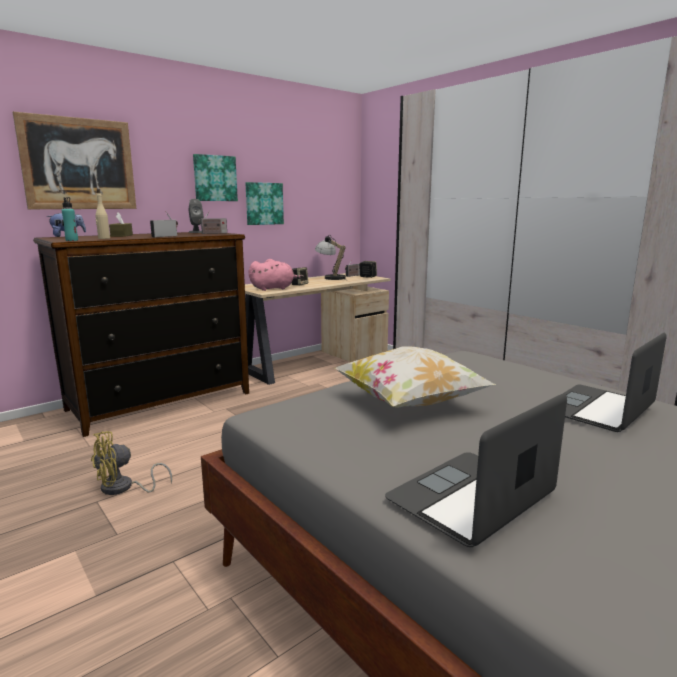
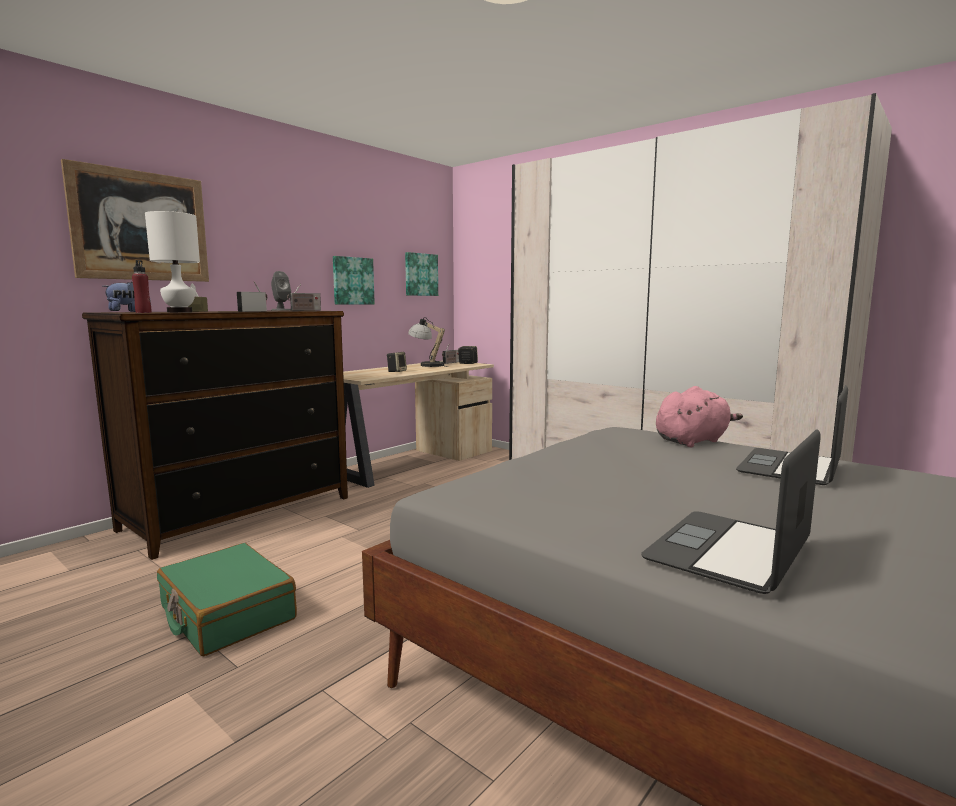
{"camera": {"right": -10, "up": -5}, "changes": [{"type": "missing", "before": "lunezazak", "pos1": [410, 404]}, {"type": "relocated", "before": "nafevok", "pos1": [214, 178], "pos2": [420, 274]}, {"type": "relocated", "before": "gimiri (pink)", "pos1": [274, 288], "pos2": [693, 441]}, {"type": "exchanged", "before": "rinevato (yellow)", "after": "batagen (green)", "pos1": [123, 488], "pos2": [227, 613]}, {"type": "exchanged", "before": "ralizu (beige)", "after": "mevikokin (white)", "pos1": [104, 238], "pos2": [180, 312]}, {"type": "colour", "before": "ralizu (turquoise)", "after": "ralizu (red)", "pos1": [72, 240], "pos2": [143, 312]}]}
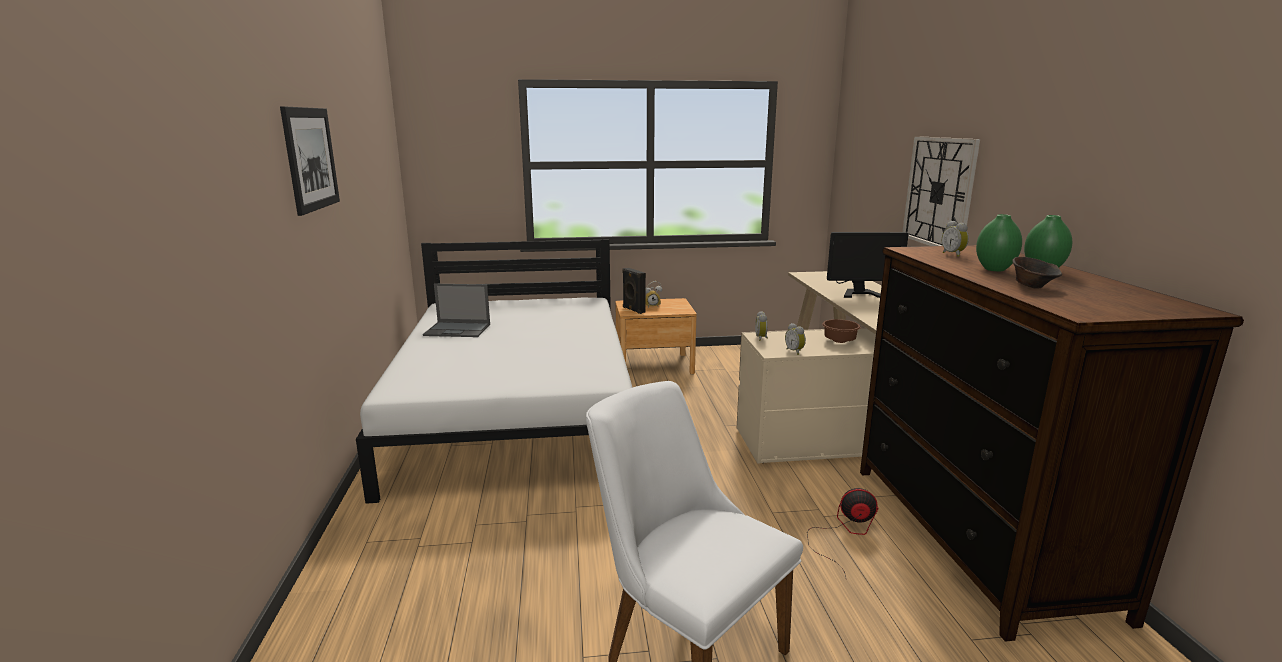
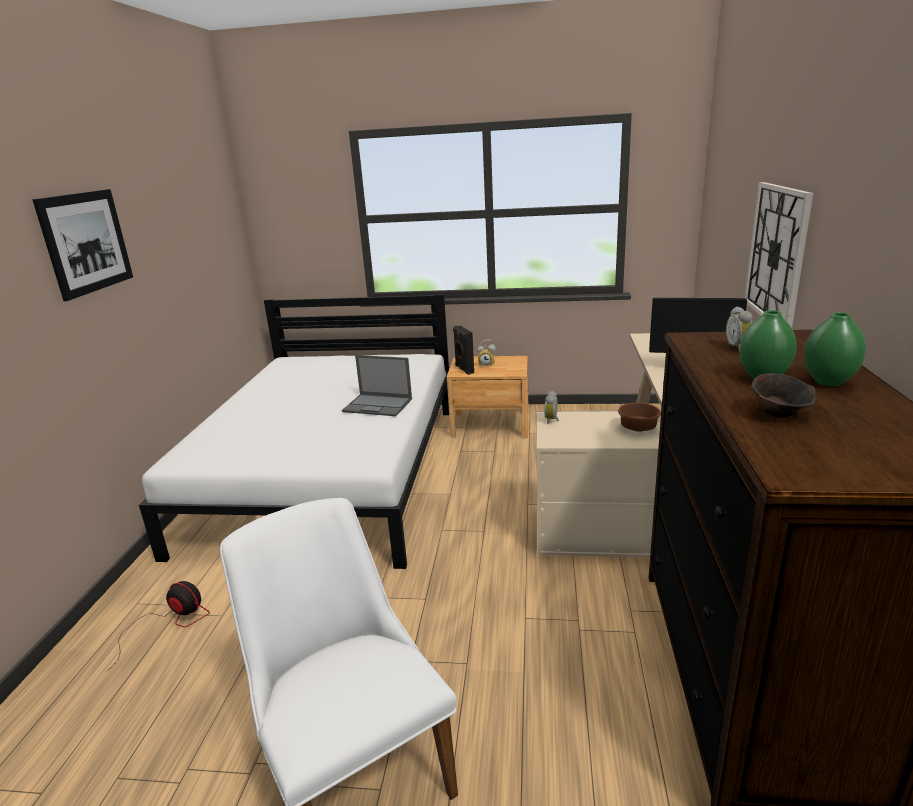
{"camera": {"right": 15, "up": 5}, "changes": [{"type": "missing", "before": "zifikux", "pos1": [795, 351]}, {"type": "relocated", "before": "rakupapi", "pos1": [458, 330], "pos2": [378, 405]}, {"type": "relocated", "before": "rinevato", "pos1": [844, 533], "pos2": [169, 624]}]}
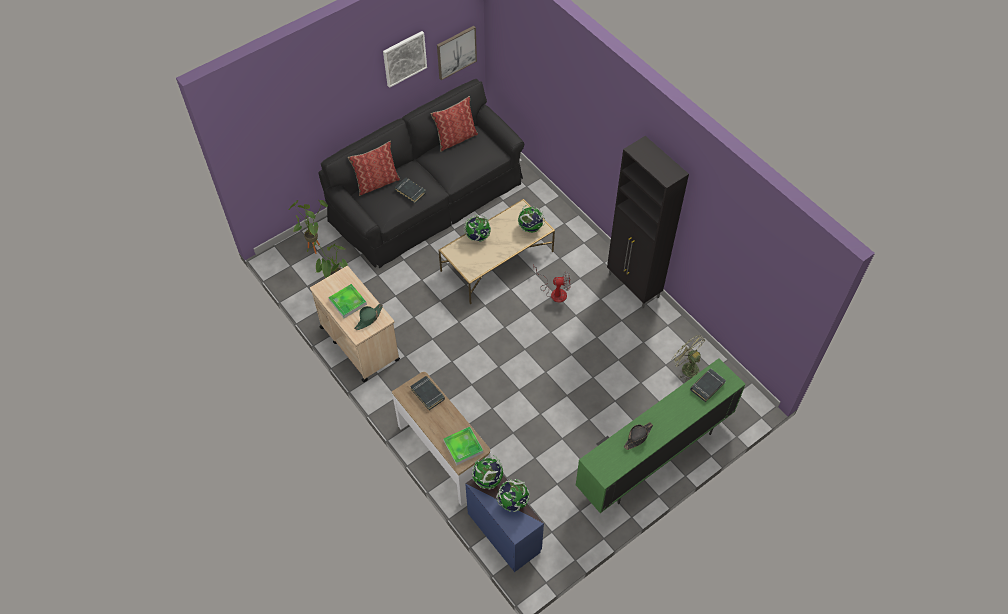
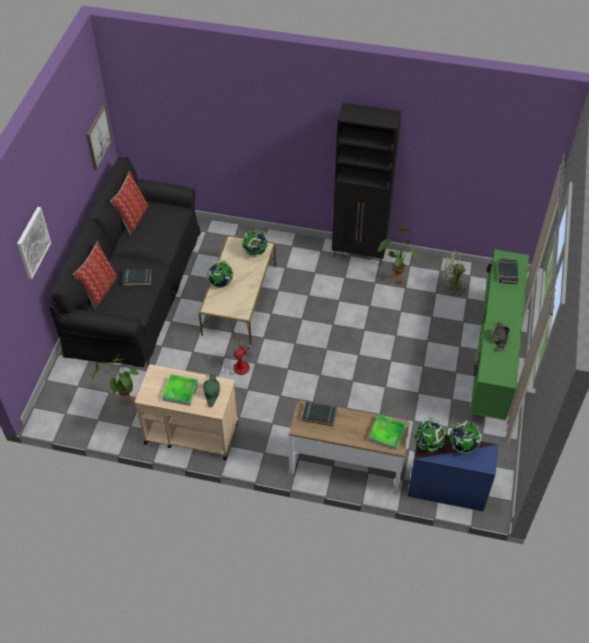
{"camera": {"right": -40, "up": -5}, "changes": [{"type": "relocated", "before": "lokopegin", "pos1": [314, 246], "pos2": [394, 279]}, {"type": "relocated", "before": "nafevok", "pos1": [404, 58], "pos2": [32, 242]}, {"type": "relocated", "before": "rinevato", "pos1": [554, 292], "pos2": [235, 367]}]}
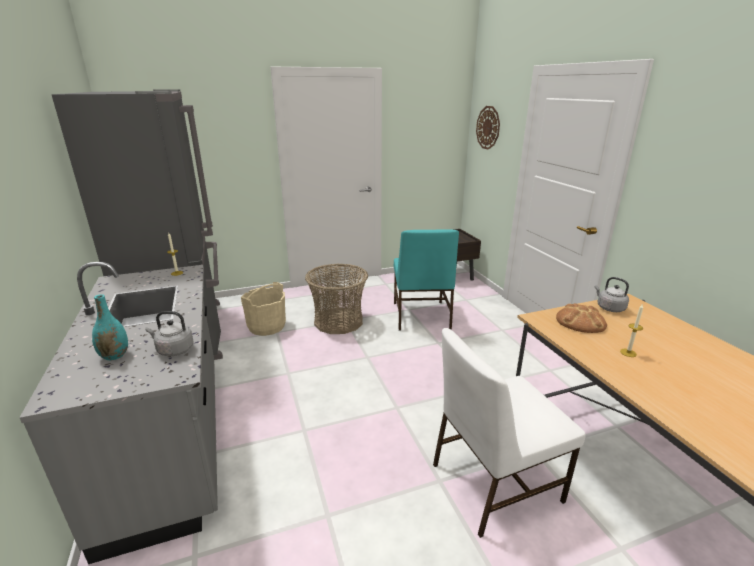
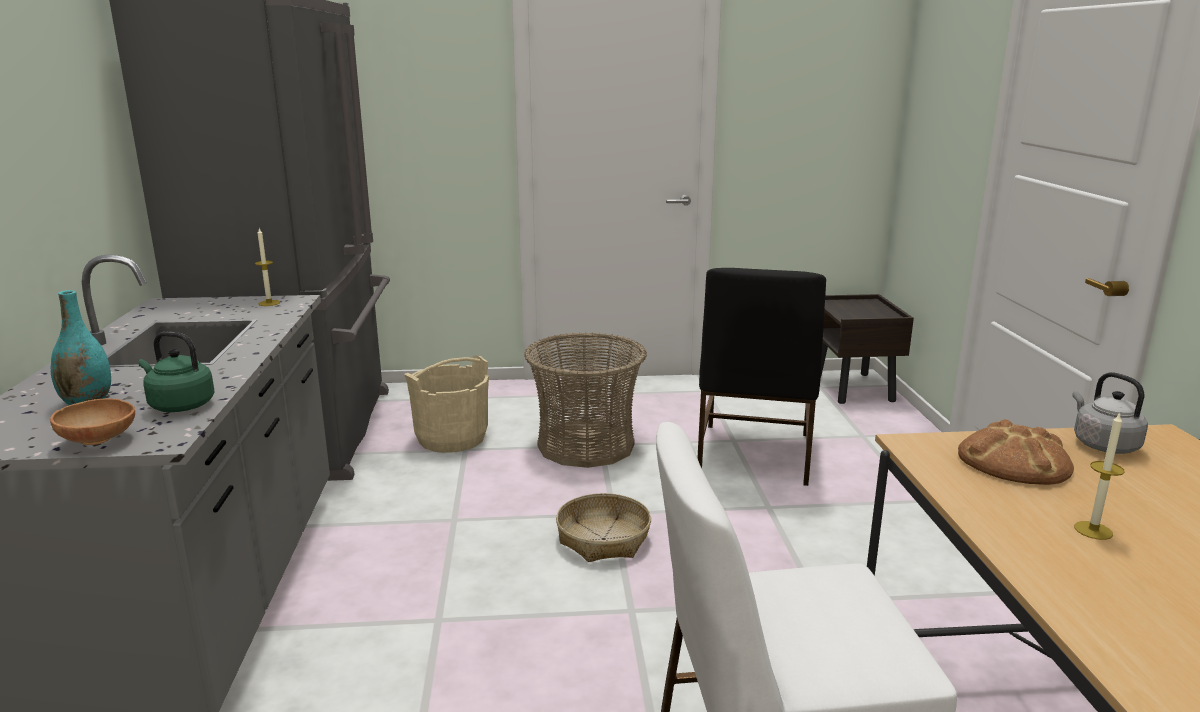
{"camera": {"right": 15, "up": -5}, "changes": [{"type": "missing", "before": "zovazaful", "pos1": [488, 127]}, {"type": "appeared", "after": "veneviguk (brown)", "pos2": [100, 441]}, {"type": "appeared", "after": "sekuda", "pos2": [603, 539]}, {"type": "colour", "before": "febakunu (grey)", "after": "febakunu (green)", "pos1": [173, 350], "pos2": [179, 405]}, {"type": "colour", "before": "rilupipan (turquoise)", "after": "rilupipan (black)", "pos1": [420, 316], "pos2": [753, 454]}]}
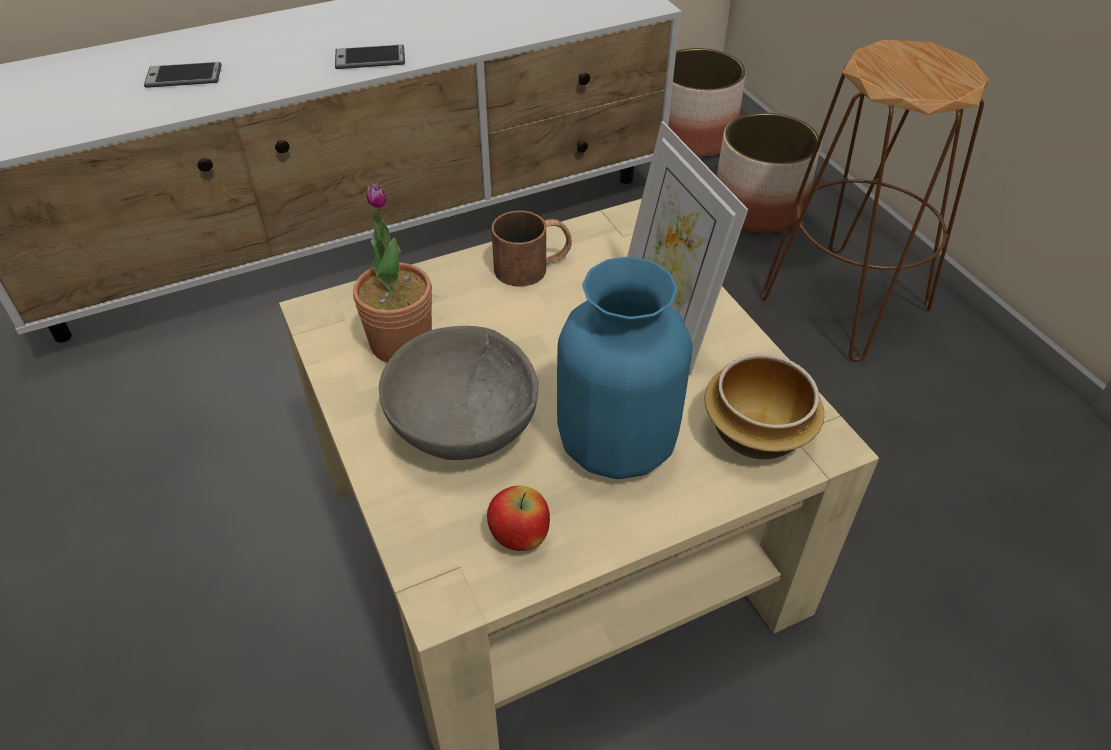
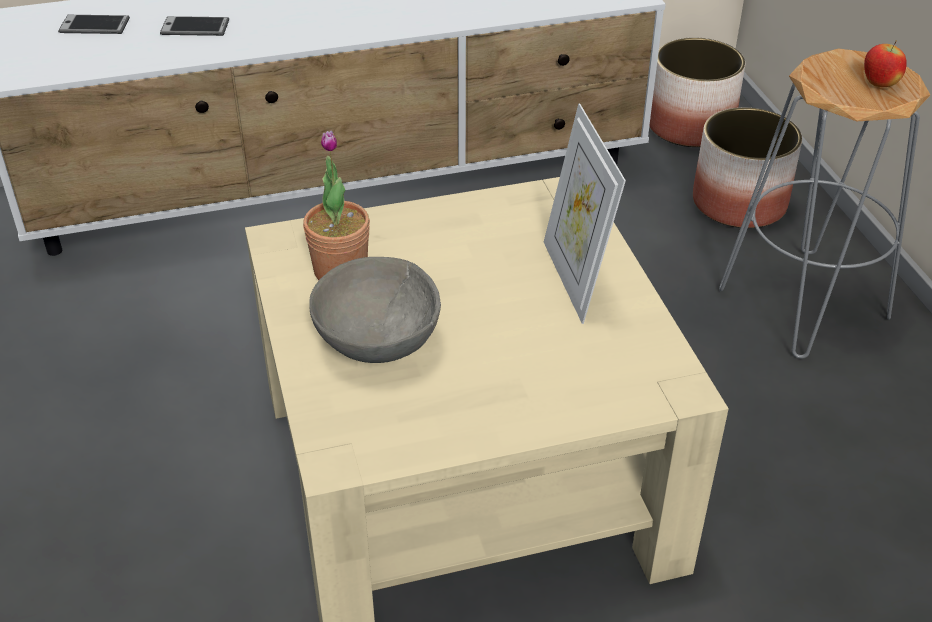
{"camera": {"right": 10, "up": -5}, "changes": [{"type": "missing", "before": "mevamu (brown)", "pos1": [533, 266]}, {"type": "missing", "before": "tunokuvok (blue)", "pos1": [617, 443]}, {"type": "missing", "before": "veneviguk", "pos1": [755, 432]}, {"type": "relocated", "before": "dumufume", "pos1": [370, 58], "pos2": [94, 26]}, {"type": "relocated", "before": "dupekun", "pos1": [519, 538], "pos2": [879, 84]}, {"type": "colour", "before": "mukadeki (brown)", "after": "mukadeki (grey)", "pos1": [846, 303], "pos2": [804, 304]}]}
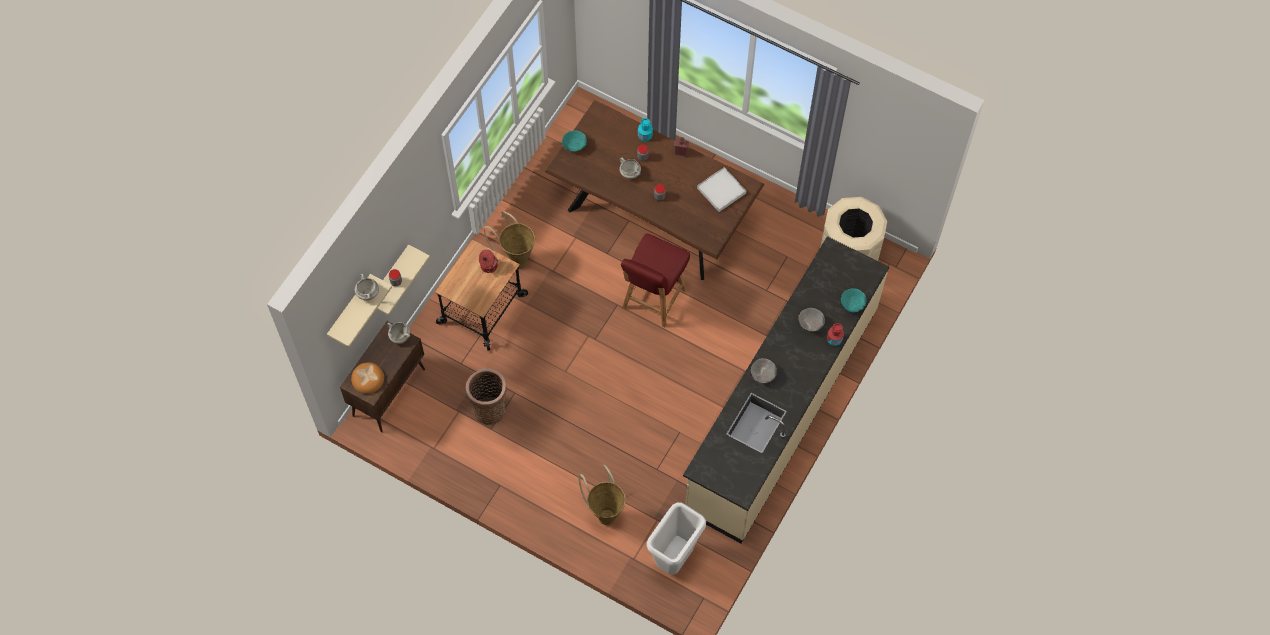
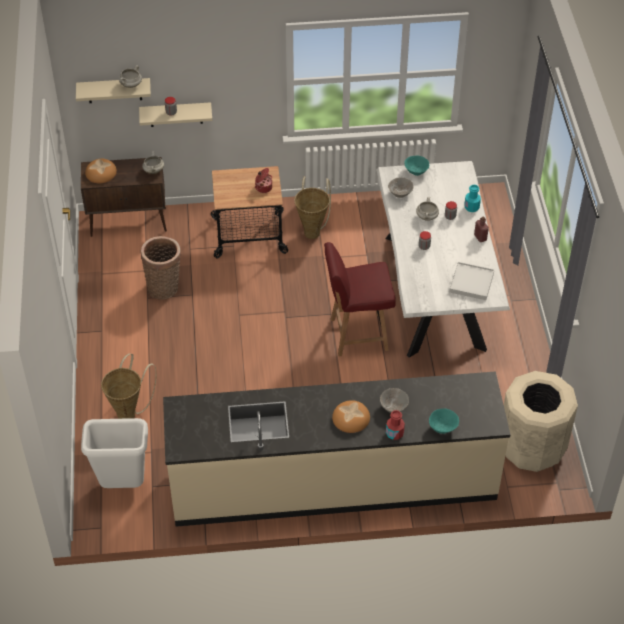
{"camera": {"right": 55, "up": -15}, "changes": [{"type": "appeared", "after": "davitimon", "pos2": [351, 418]}, {"type": "relocated", "before": "veneviguk (grey)", "pos1": [762, 375], "pos2": [400, 194]}, {"type": "colour", "before": "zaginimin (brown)", "after": "zaginimin (white)", "pos1": [653, 217], "pos2": [434, 292]}]}
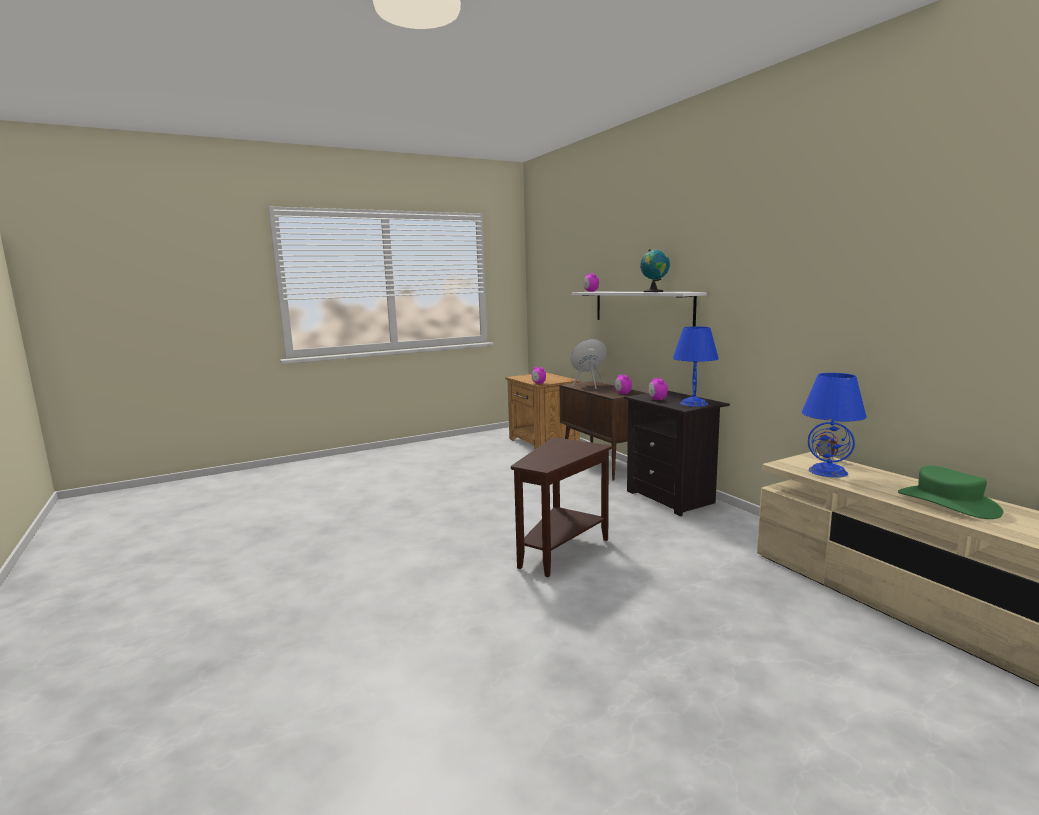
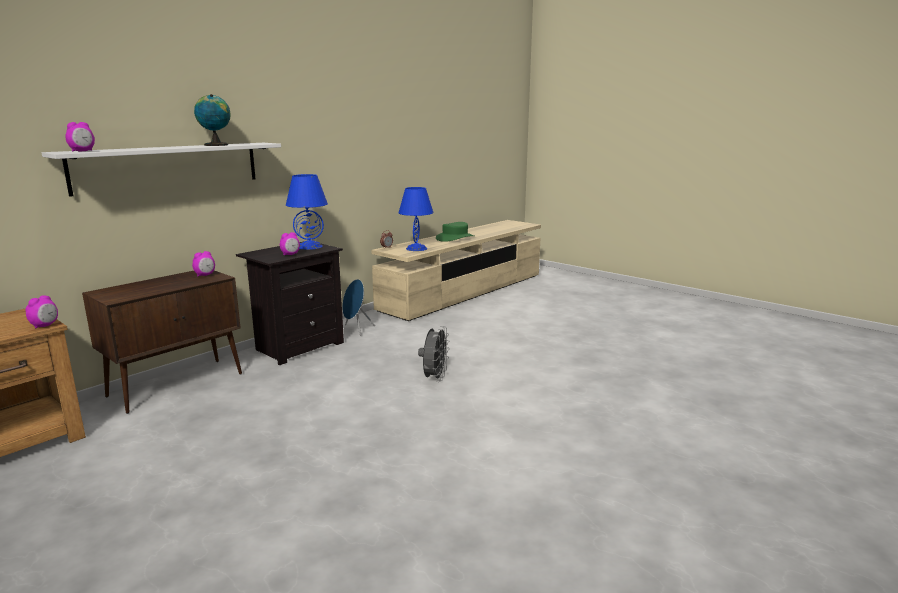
{"camera": {"right": -110, "up": 5}, "changes": [{"type": "relocated", "before": "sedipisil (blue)", "pos1": [589, 386], "pos2": [356, 329]}, {"type": "exchanged", "before": "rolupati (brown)", "after": "rinevato (grey)", "pos1": [561, 549], "pos2": [434, 378]}]}
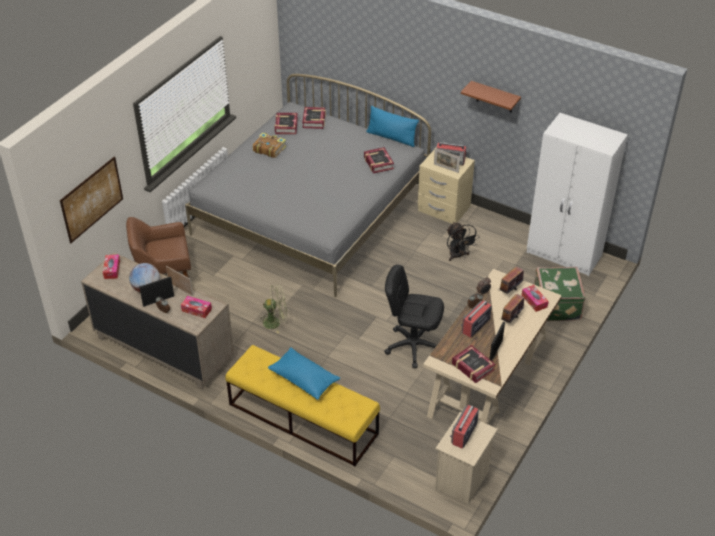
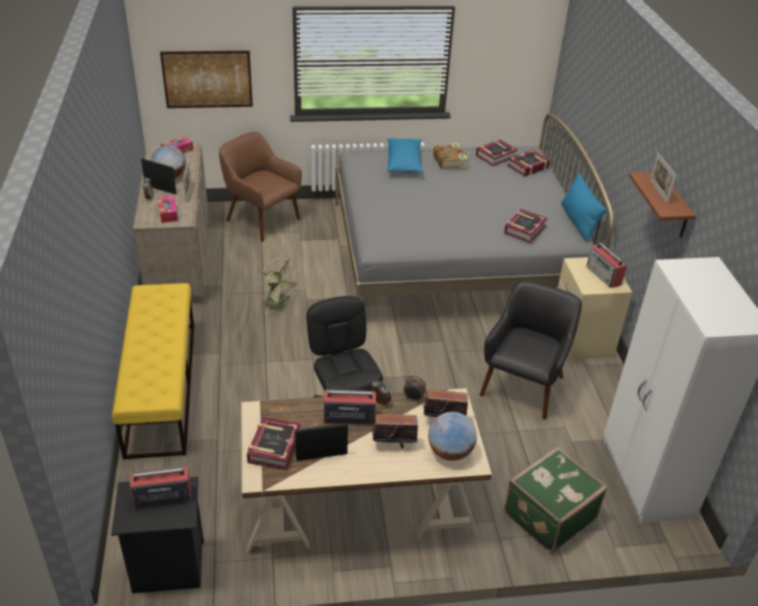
{"camera": {"right": 50, "up": -5}, "changes": [{"type": "relocated", "before": "lunezazak (blue)", "pos1": [304, 379], "pos2": [404, 164]}, {"type": "relocated", "before": "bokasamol", "pos1": [446, 168], "pos2": [658, 192]}, {"type": "exchanged", "before": "rinevato (black)", "after": "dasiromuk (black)", "pos1": [458, 256], "pos2": [523, 386]}, {"type": "exchanged", "before": "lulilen", "after": "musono", "pos1": [534, 301], "pos2": [450, 452]}, {"type": "colour", "before": "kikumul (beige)", "after": "kikumul (black)", "pos1": [463, 480], "pos2": [168, 568]}]}
